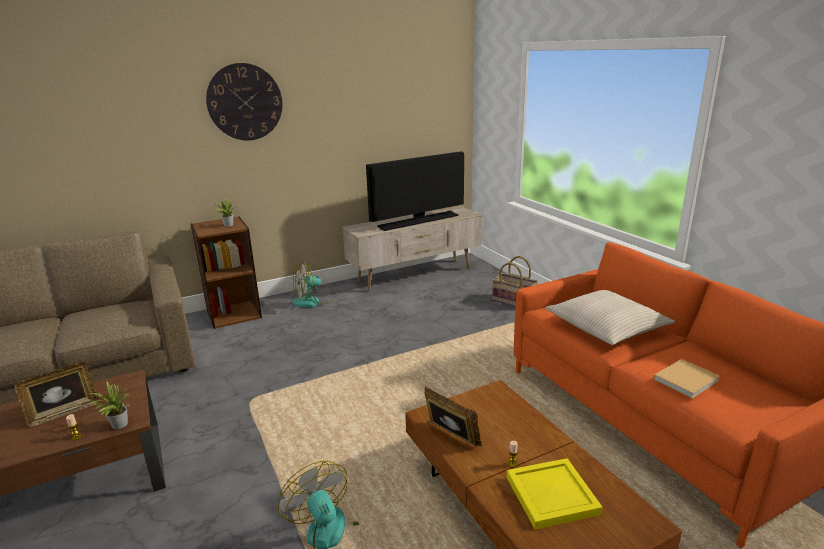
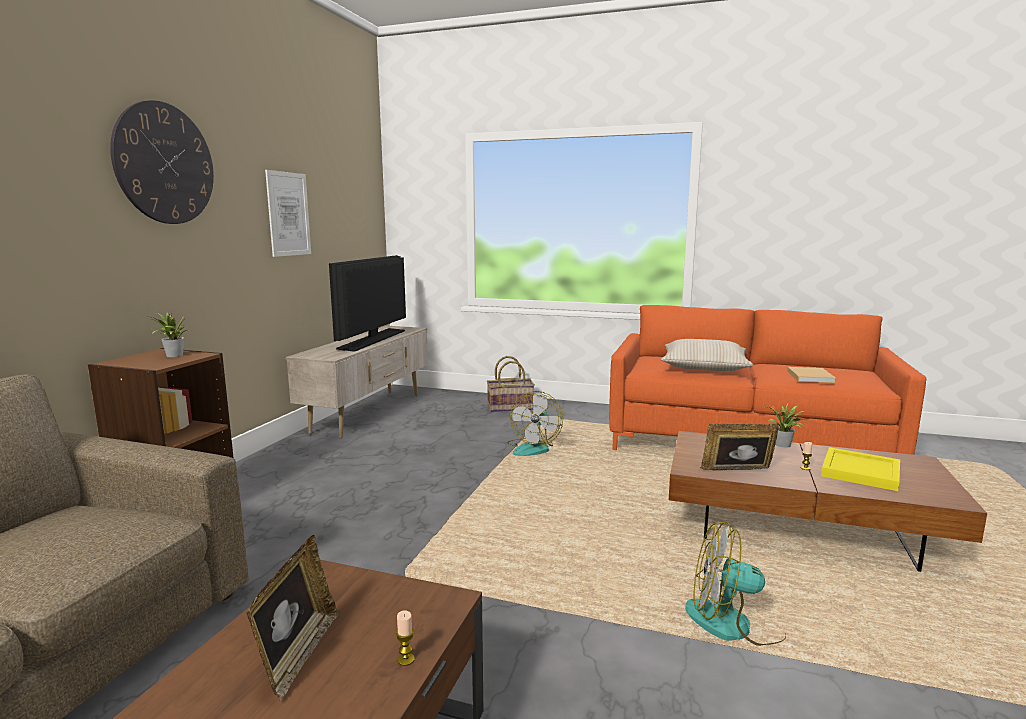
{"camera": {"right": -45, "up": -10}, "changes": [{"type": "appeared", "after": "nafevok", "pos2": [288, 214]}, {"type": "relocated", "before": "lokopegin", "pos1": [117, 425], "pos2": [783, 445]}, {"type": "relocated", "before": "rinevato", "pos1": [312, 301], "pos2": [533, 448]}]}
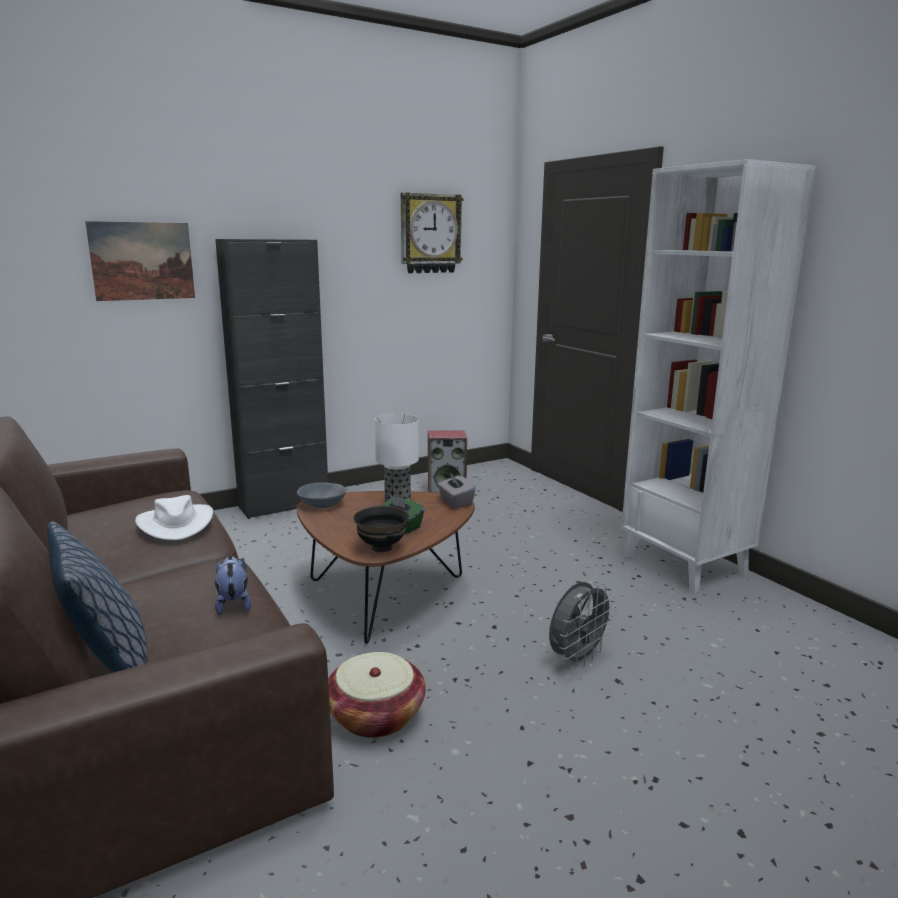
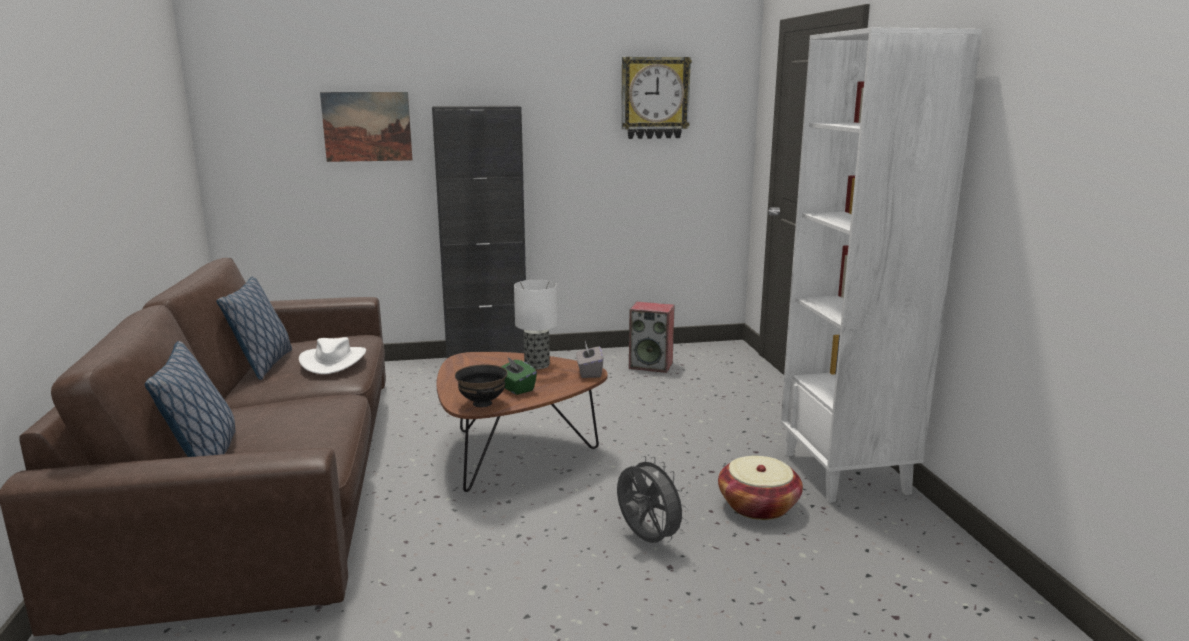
{"camera": {"right": 20, "up": 0}, "changes": [{"type": "missing", "before": "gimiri", "pos1": [233, 604]}, {"type": "missing", "before": "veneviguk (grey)", "pos1": [321, 505]}, {"type": "appeared", "after": "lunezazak", "pos2": [263, 365]}, {"type": "relocated", "before": "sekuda", "pos1": [375, 715], "pos2": [758, 506]}, {"type": "spun", "before": "rinevato (grey)", "pos1": [577, 658], "pos2": [647, 540], "turn": -105}]}
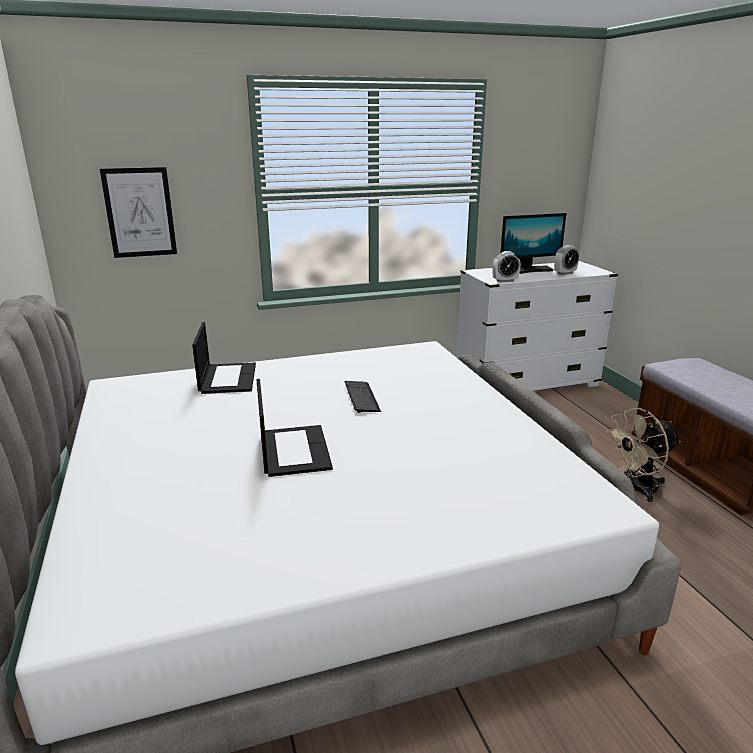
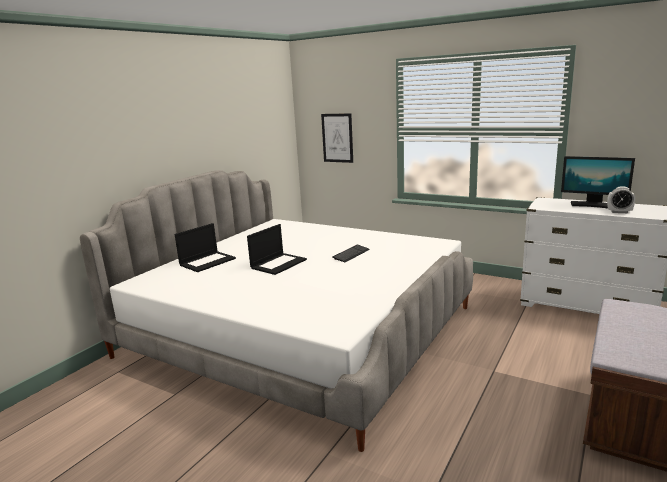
{"camera": {"right": 50, "up": -5}, "changes": [{"type": "missing", "before": "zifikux", "pos1": [505, 281]}, {"type": "missing", "before": "rinevato (beige)", "pos1": [636, 489]}, {"type": "relocated", "before": "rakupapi", "pos1": [227, 378], "pos2": [207, 261]}]}
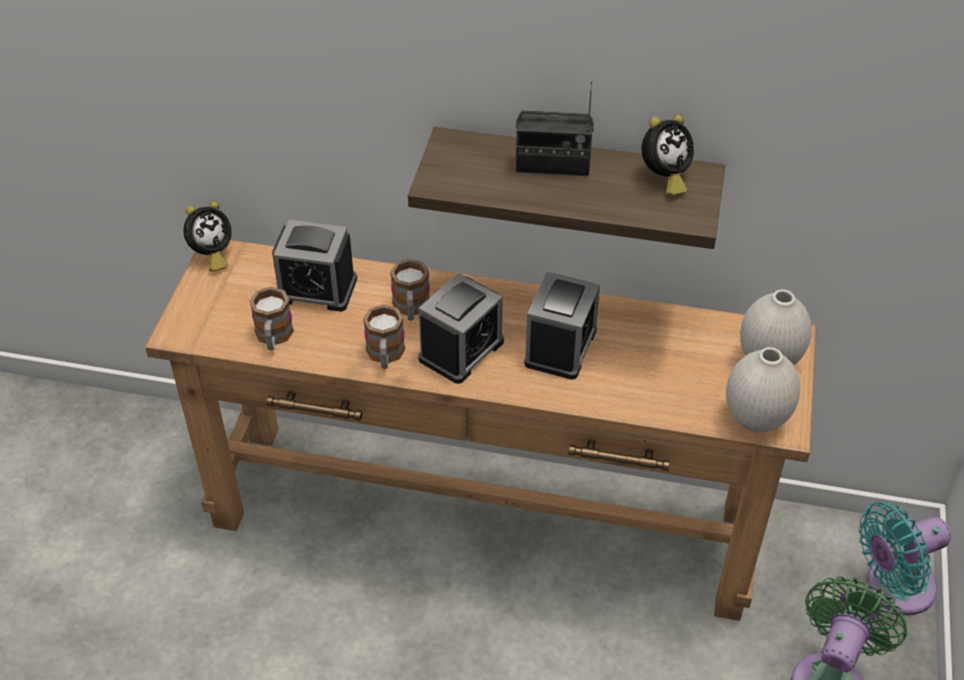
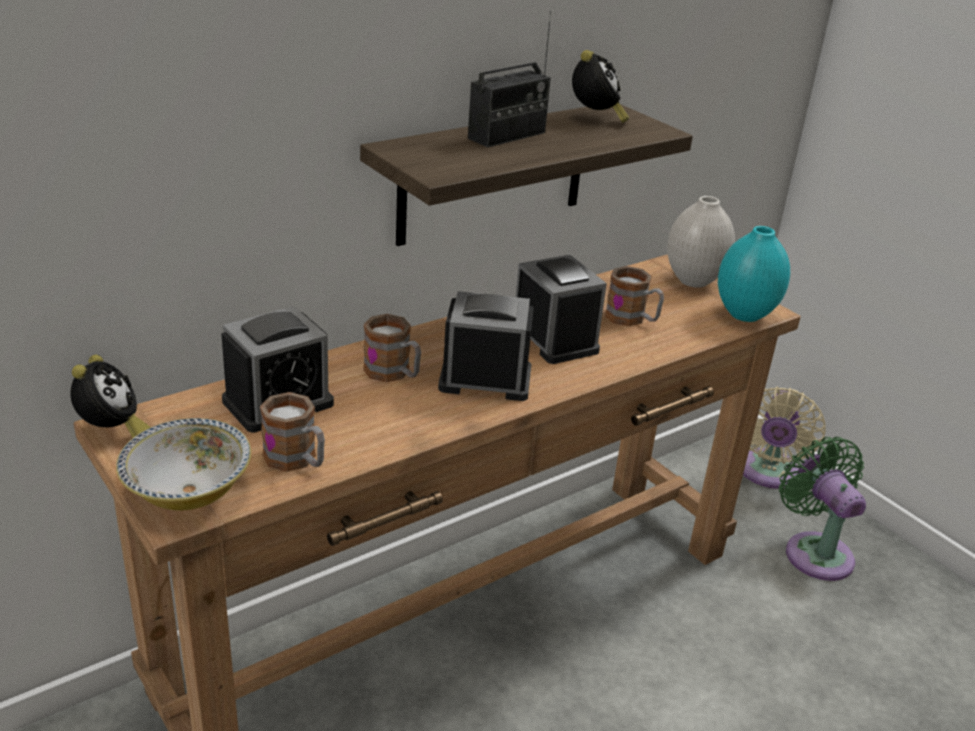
{"camera": {"right": -50, "up": -15}, "changes": [{"type": "appeared", "after": "veneviguk", "pos2": [188, 491]}, {"type": "relocated", "before": "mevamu", "pos1": [385, 356], "pos2": [632, 319]}, {"type": "colour", "before": "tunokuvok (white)", "after": "tunokuvok (turquoise)", "pos1": [755, 419], "pos2": [744, 314]}, {"type": "colour", "before": "rinevato (turquoise)", "after": "rinevato (beige)", "pos1": [893, 588], "pos2": [767, 474]}, {"type": "spun", "before": "zifikux", "pos1": [461, 350], "pos2": [485, 379], "turn": -75}]}
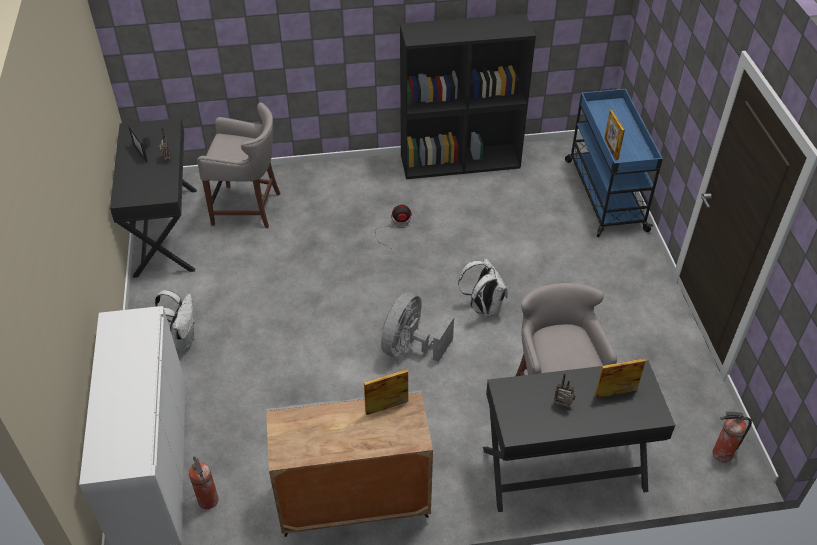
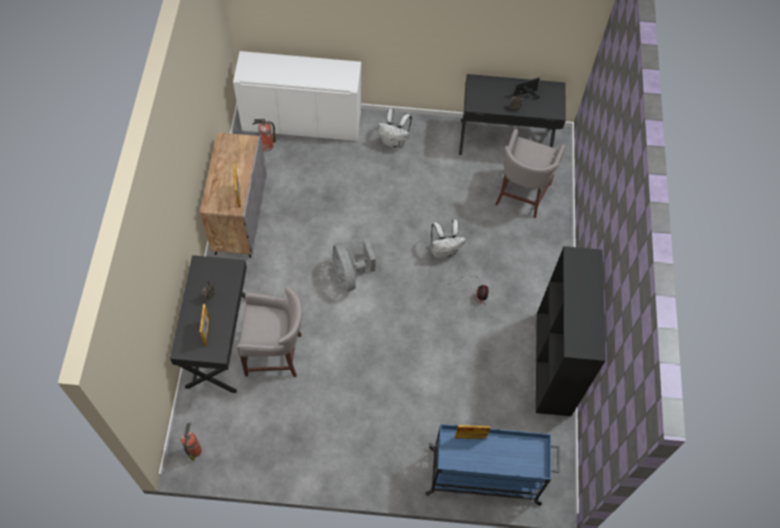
{"camera": {"right": 100, "up": 15}, "changes": [{"type": "relocated", "before": "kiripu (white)", "pos1": [483, 307], "pos2": [444, 251]}, {"type": "spun", "before": "rinevato (grey)", "pos1": [410, 347], "pos2": [350, 275], "turn": -150}]}
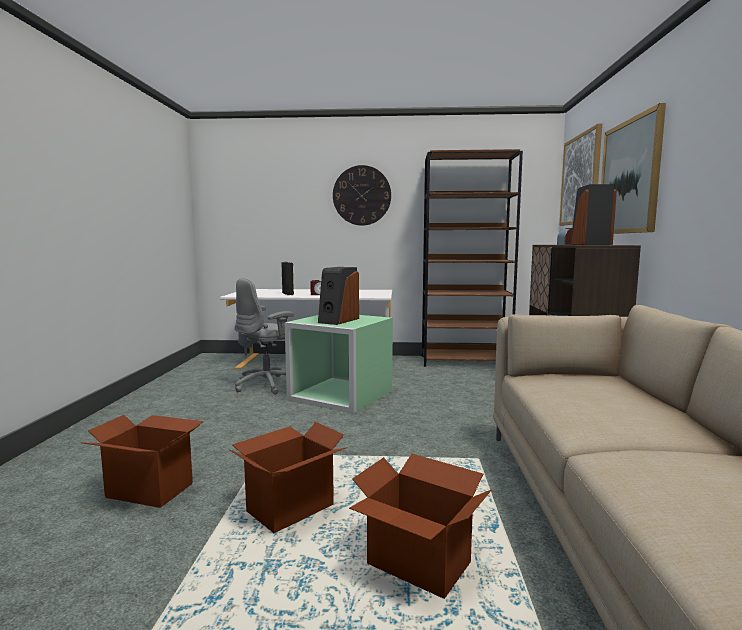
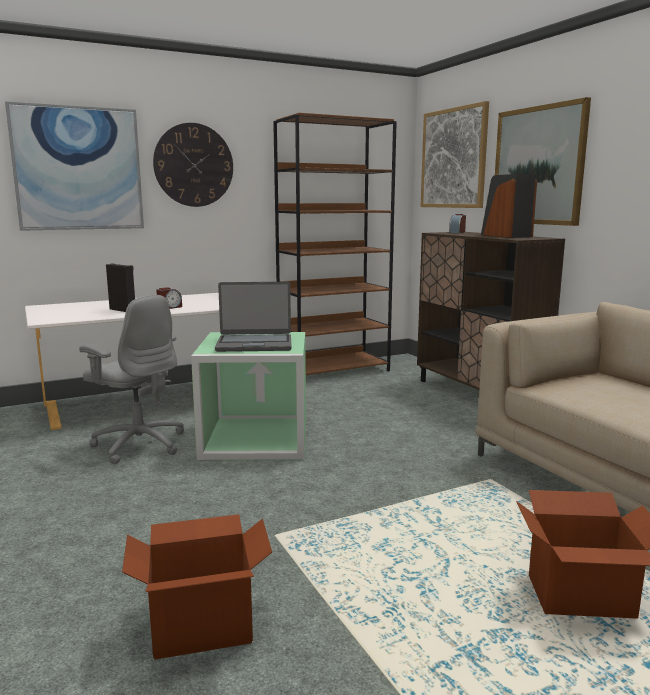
{"camera": {"right": -30, "up": 5}, "changes": [{"type": "missing", "before": "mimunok", "pos1": [289, 509]}, {"type": "appeared", "after": "nafevok", "pos2": [78, 169]}, {"type": "exchanged", "before": "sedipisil", "after": "rakupapi", "pos1": [338, 320], "pos2": [254, 344]}, {"type": "spun", "before": "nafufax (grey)", "pos1": [268, 385], "pos2": [139, 444], "turn": -75}]}
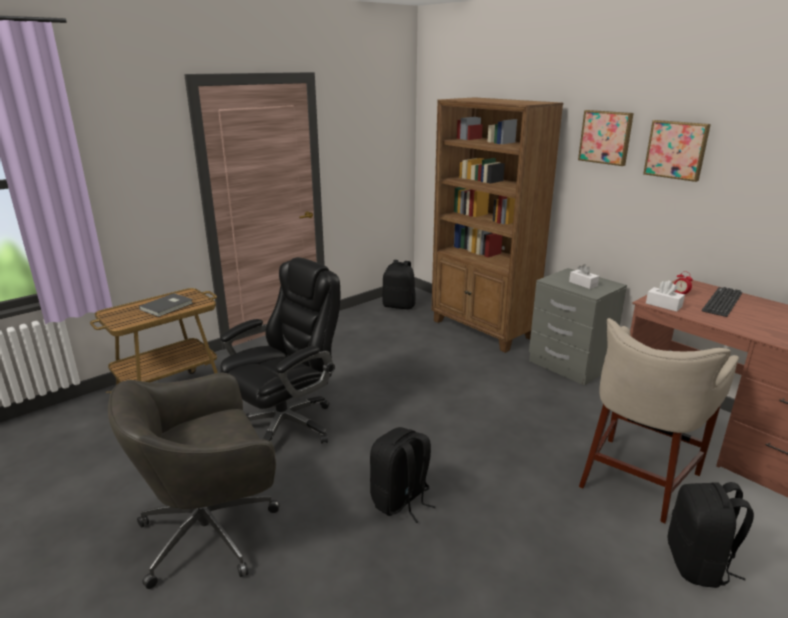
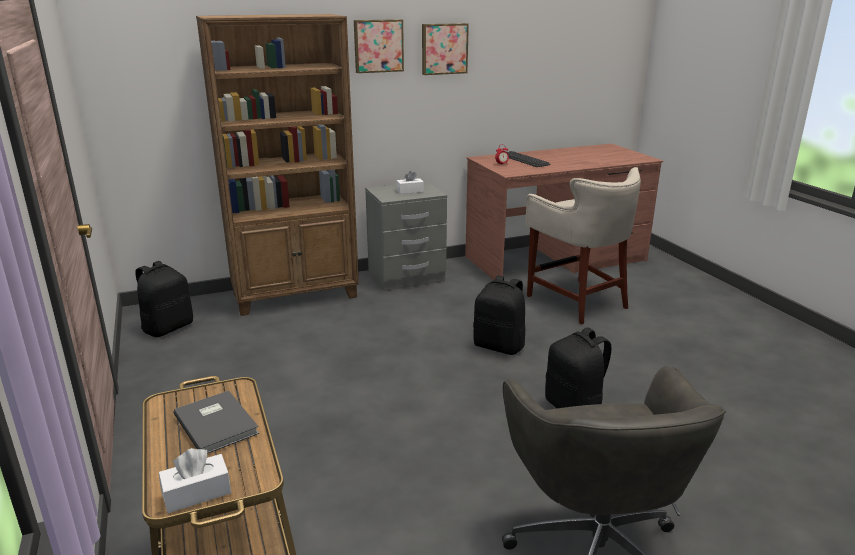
{"camera": {"right": -70, "up": 0}, "changes": [{"type": "missing", "before": "nafufax (black)", "pos1": [286, 424]}, {"type": "relocated", "before": "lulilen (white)", "pos1": [663, 305], "pos2": [197, 493]}, {"type": "relocated", "before": "kiripu (black)", "pos1": [698, 564], "pos2": [499, 346]}]}
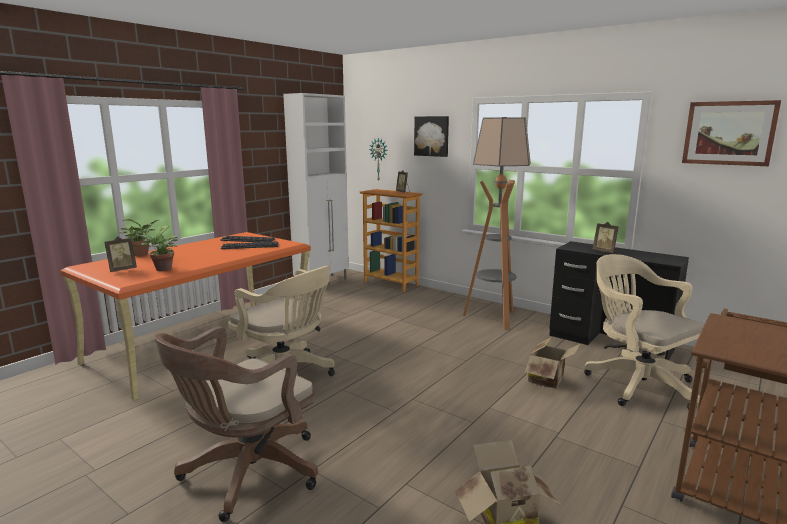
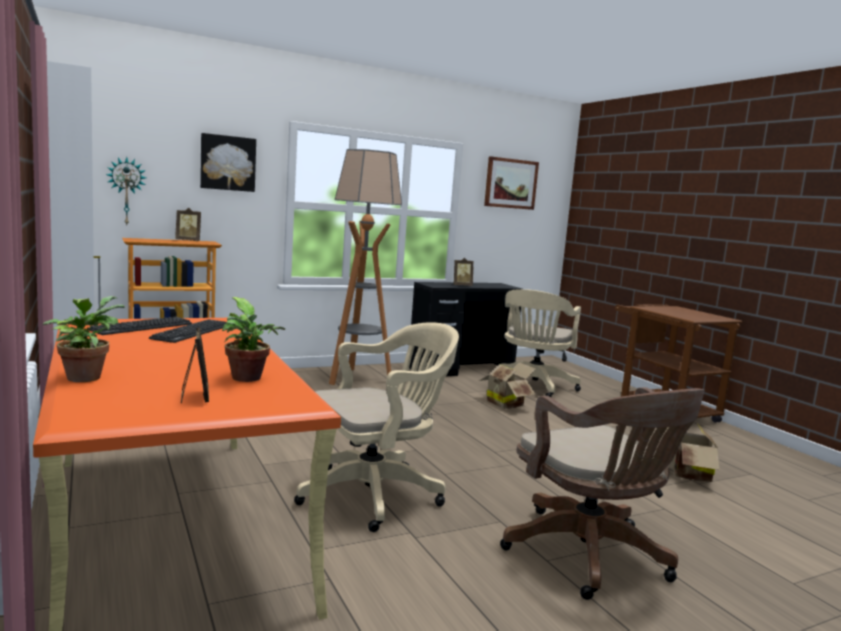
{"camera": {"right": -65, "up": -5}, "changes": [{"type": "spun", "before": "nafufax (beige)", "pos1": [636, 383], "pos2": [533, 387], "turn": -60}]}
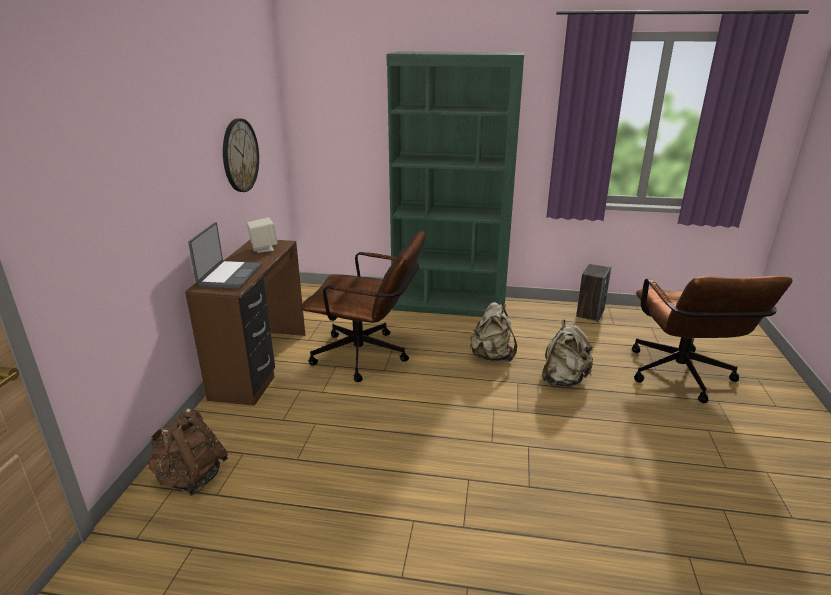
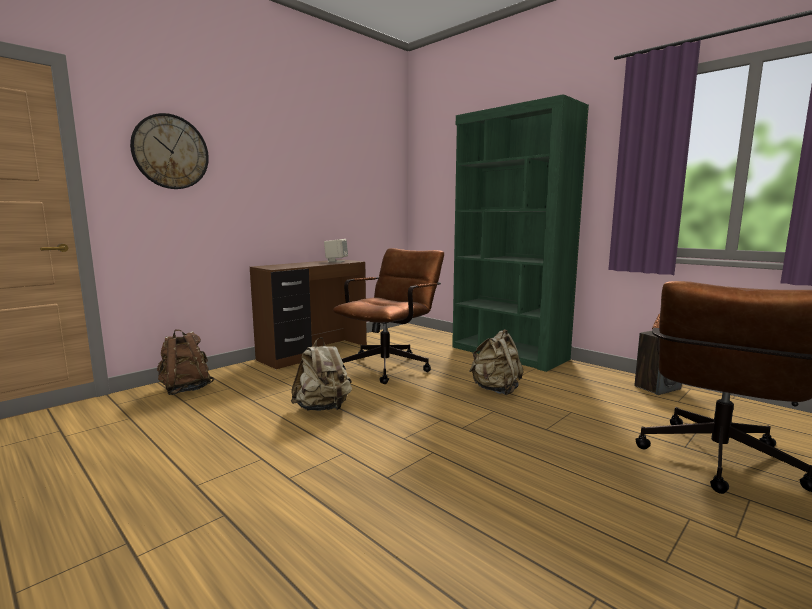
{"camera": {"right": 35, "up": -15}, "changes": [{"type": "missing", "before": "rakupapi", "pos1": [229, 275]}, {"type": "relocated", "before": "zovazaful", "pos1": [240, 155], "pos2": [170, 152]}, {"type": "relocated", "before": "kiripu (beige)", "pos1": [563, 380], "pos2": [323, 408]}, {"type": "spun", "before": "nafufax (brown)", "pos1": [368, 357], "pos2": [390, 365], "turn": -105}]}
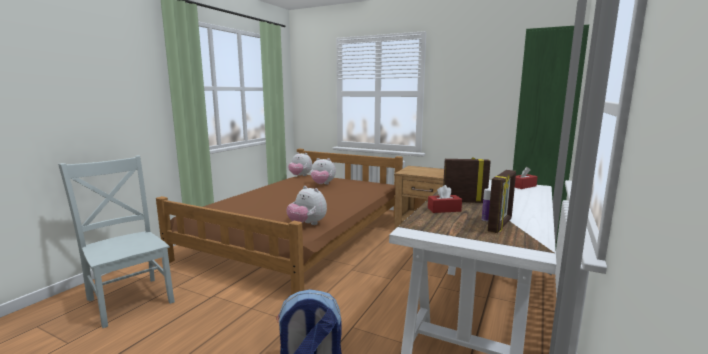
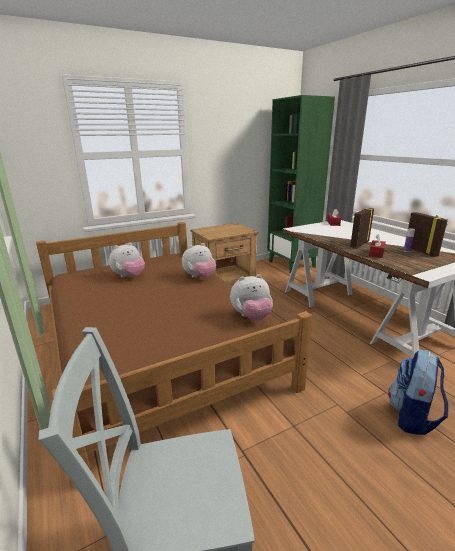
{"camera": {"right": -55, "up": 10}, "changes": [{"type": "relocated", "before": "gimiri", "pos1": [300, 176], "pos2": [200, 277]}]}
